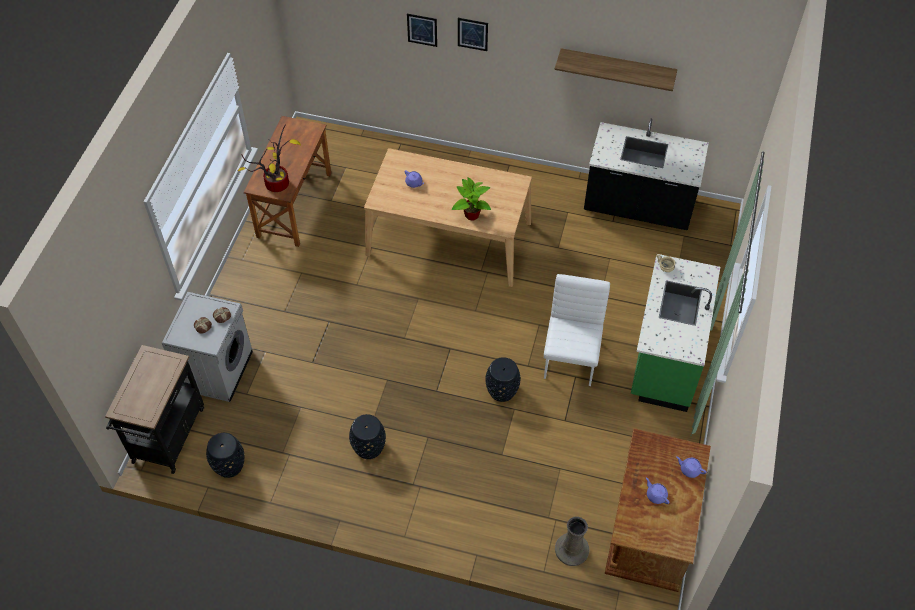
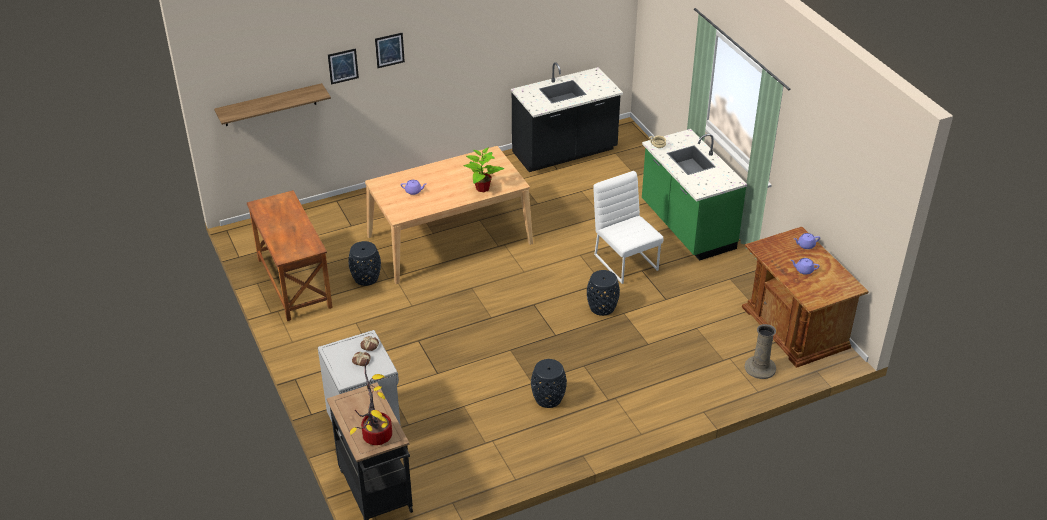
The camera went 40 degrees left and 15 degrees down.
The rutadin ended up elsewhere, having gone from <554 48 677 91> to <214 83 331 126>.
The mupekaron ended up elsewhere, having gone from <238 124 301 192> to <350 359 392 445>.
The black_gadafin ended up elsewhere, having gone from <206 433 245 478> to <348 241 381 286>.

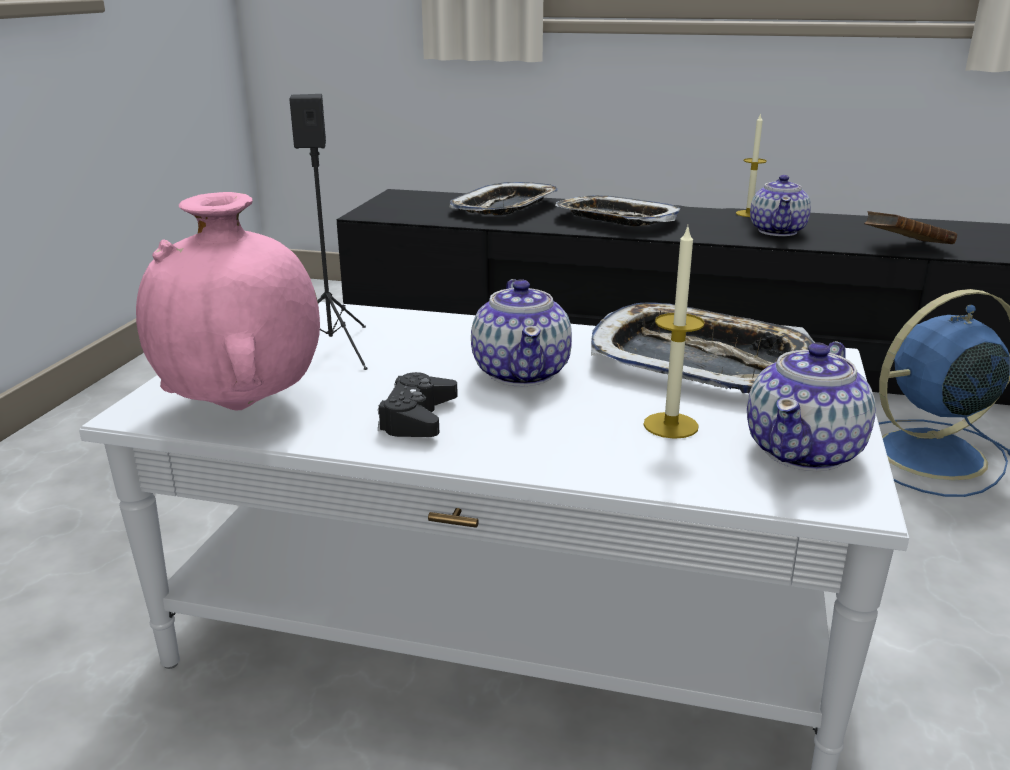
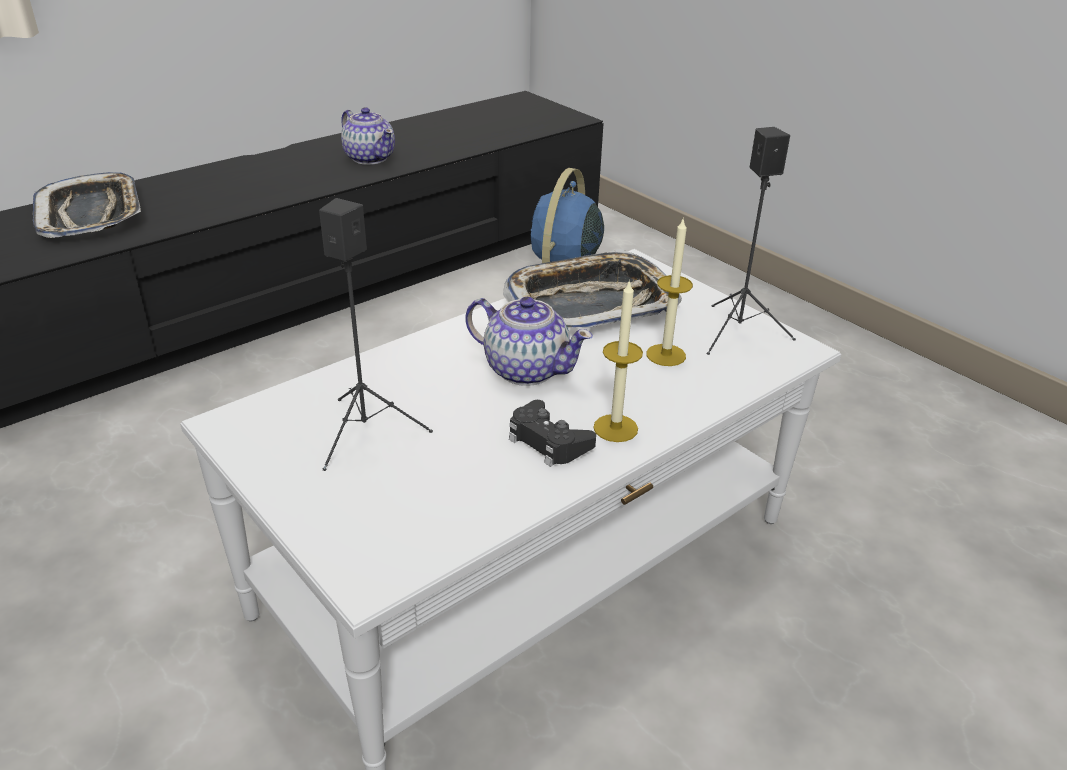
The camera went 55 degrees left and 10 degrees up.
The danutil ended up elsewhere, having gone from <736 113 767 217> to <593 279 643 442>.
The second view lost the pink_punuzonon at <136 192 320 411>.
The second view lost the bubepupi at <555 195 681 226>.
The second view lost the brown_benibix at <864 211 957 244>.
Where the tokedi stood at <747 341 876 471>, the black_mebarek came to stand at <707 127 796 355>.

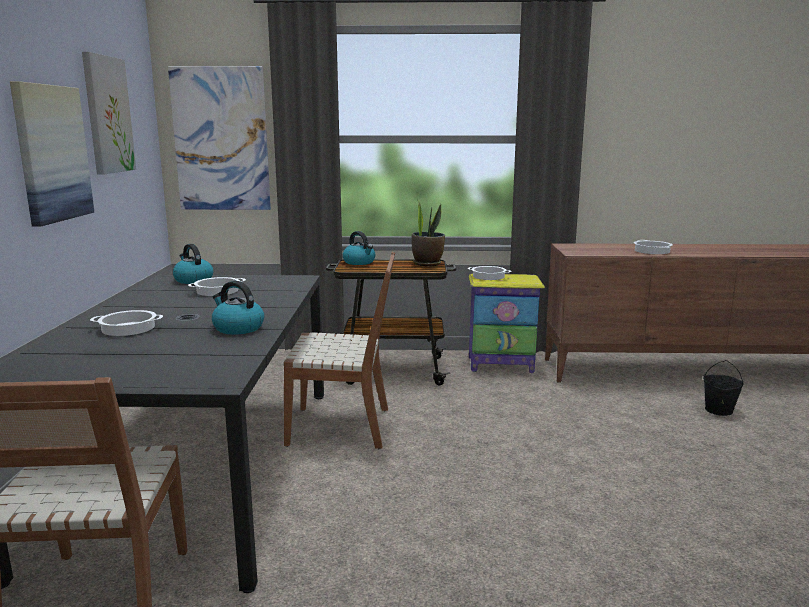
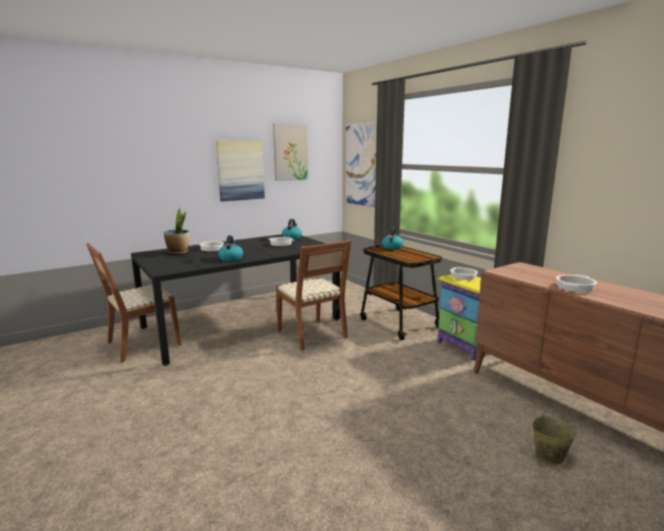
The camera went 55 degrees right and 0 degrees up.
The mupekaron ended up elsewhere, having gone from <412 199 445 266> to <164 207 190 254>.
What was the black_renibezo at <703 360 744 416> turned into the beige_renibezo at <532 407 577 464>.

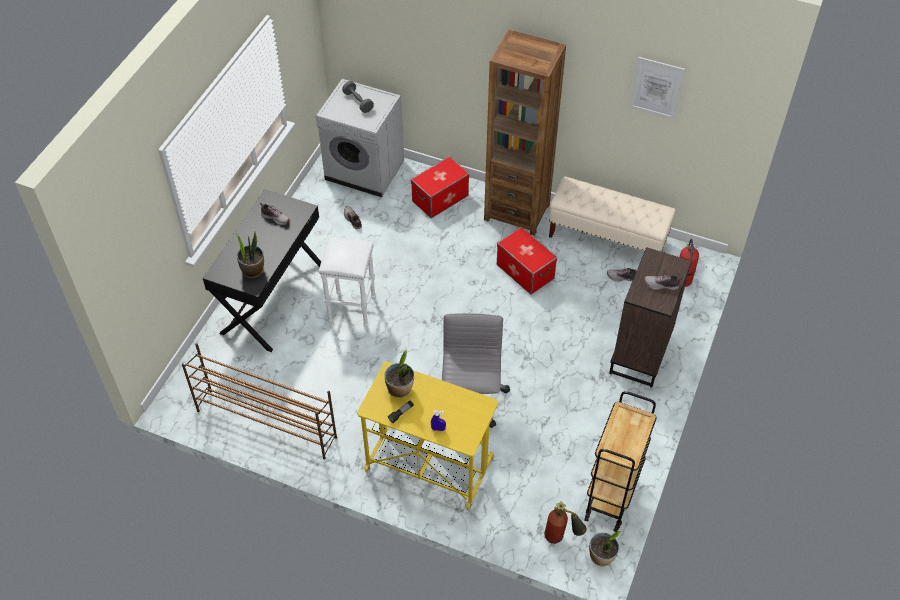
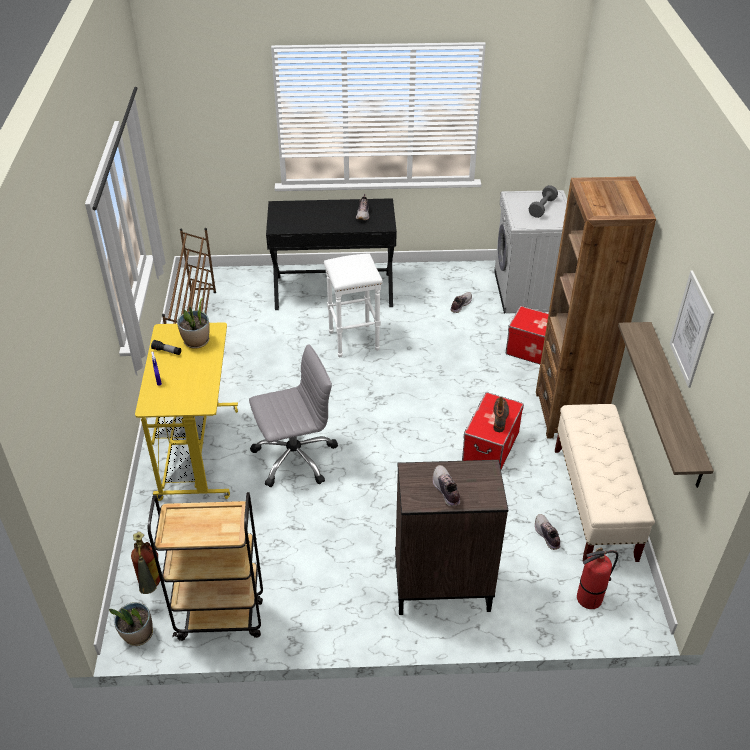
The camera went 65 degrees right and 10 degrees down.
The second view lost the mupekaron at <236 232 264 278>.
The second view gained the rutadin at <618 322 714 488>.
The second view gained the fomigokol at <493 397 509 432>.

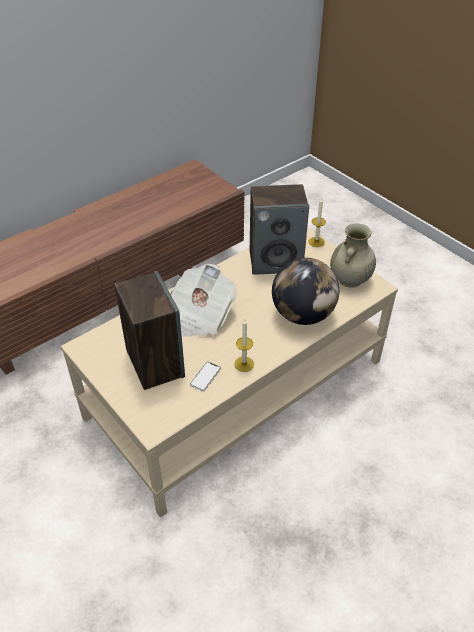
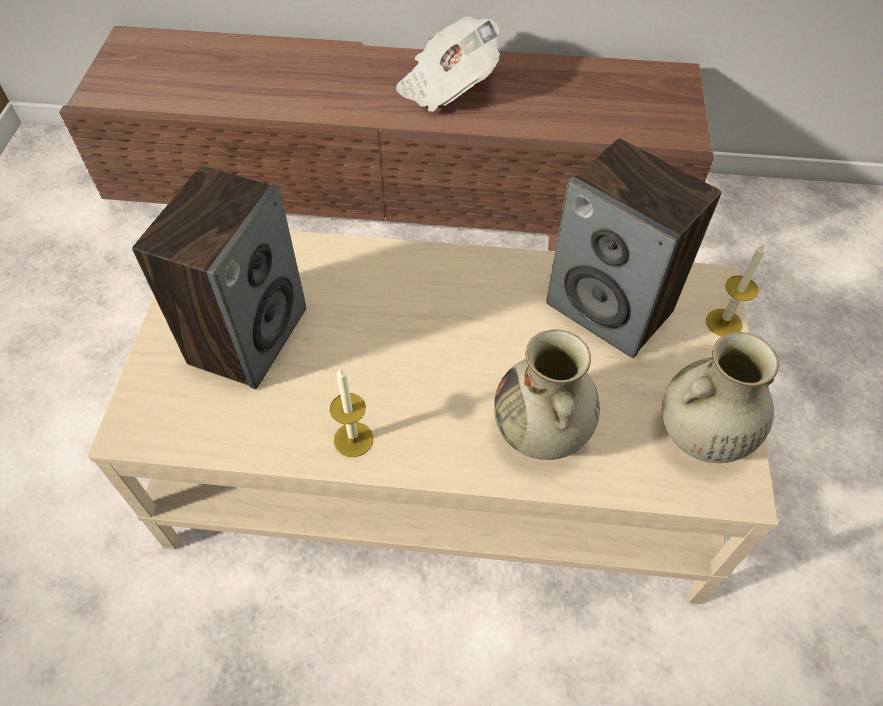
The camera went 45 degrees right and 10 degrees up.
Where the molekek stood at <272 258 339 325>, the beige_punuzonon came to stand at <494 329 600 460>.
The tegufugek ended up elsewhere, having gone from <171 264 236 337> to <396 16 501 112>.
The second view lost the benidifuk at <190 362 221 391>.

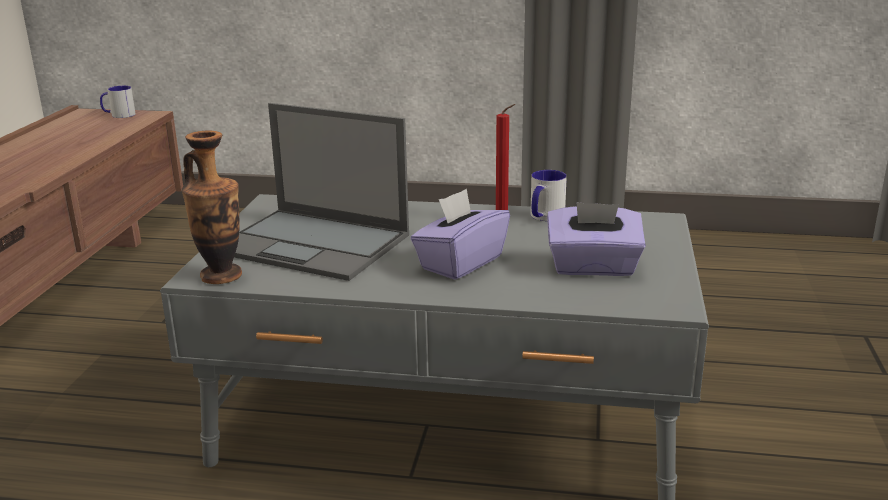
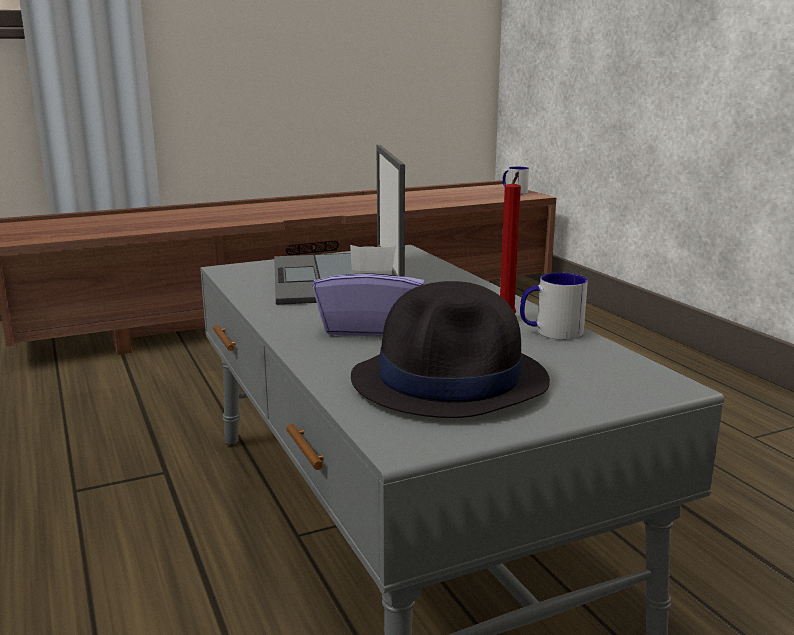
The camera went 55 degrees right and 5 degrees down.
The second view lost the punuzonon at <182 130 242 284>.
Where the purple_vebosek stood at <547 202 646 276>, the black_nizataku came to stand at <351 281 550 418>.

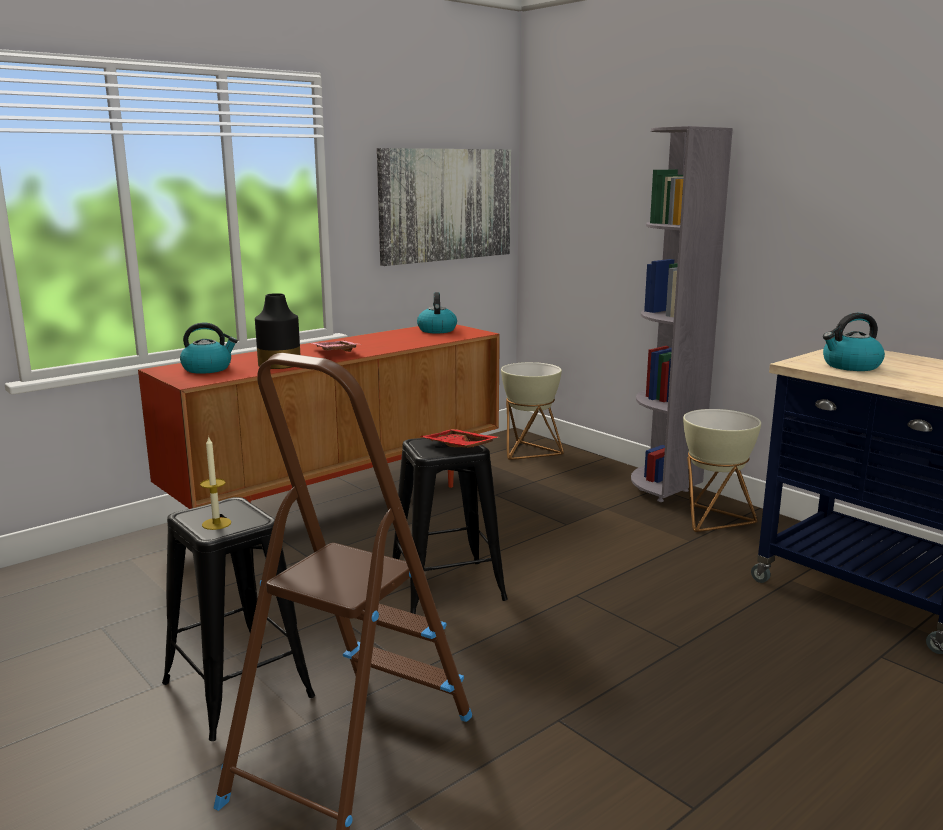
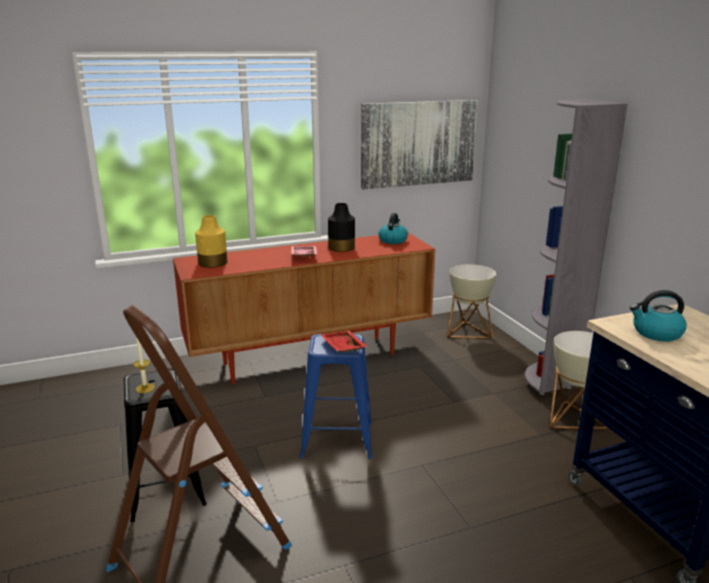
The camera went 20 degrees right and 5 degrees up.
The black_punuzonon ended up elsewhere, having gone from <255 293 300 369> to <328 203 355 252>.
Where the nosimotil stood at <180 323 238 374>, the yellow_punuzonon came to stand at <195 215 228 268>.
What was the black_gadafin at <392 438 508 614> turned into the blue_gadafin at <300 334 372 459>.

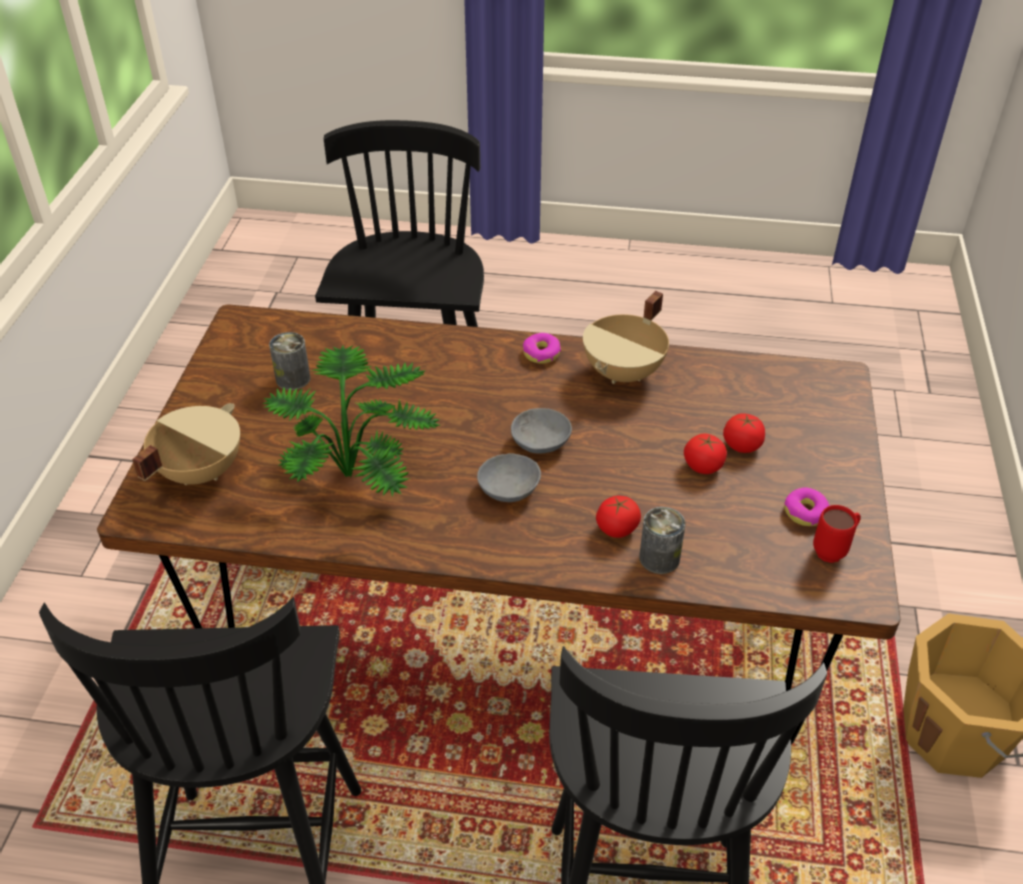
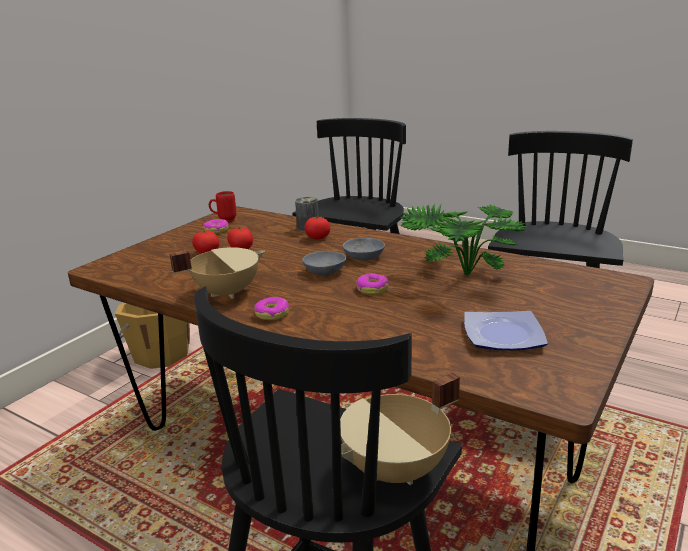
The camera went 155 degrees left and 20 degrees down.
Where the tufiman stood at <269 332 311 390>, the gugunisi came to stand at <464 311 548 350>.
The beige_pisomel ended up elsewhere, having gone from <132 403 240 485> to <340 373 460 485>.
The second view gained the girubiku at <356 273 389 295>.

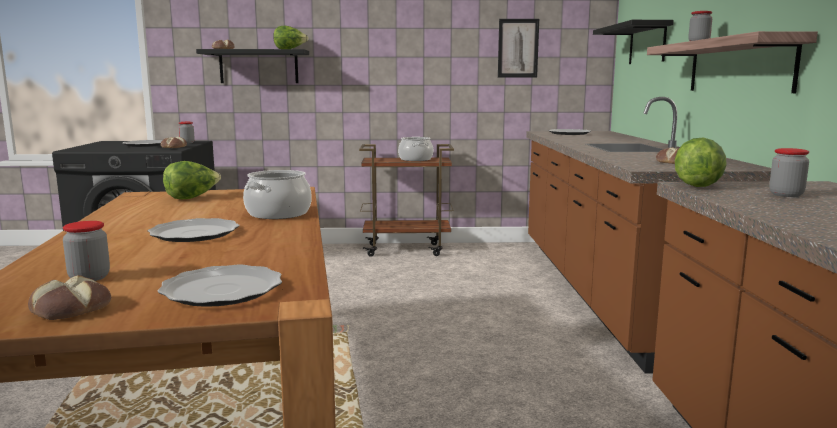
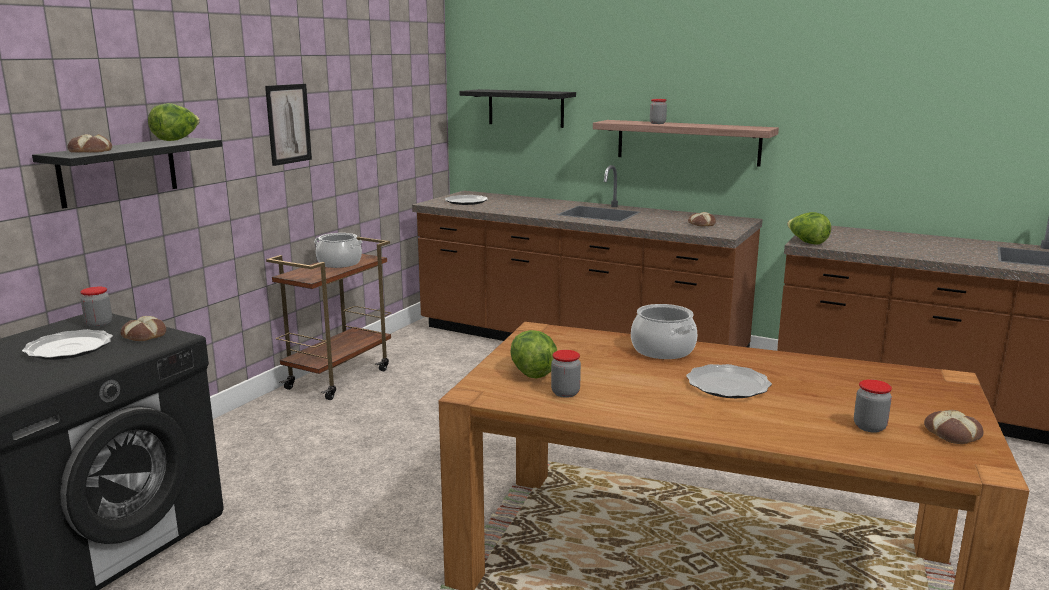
The camera went 60 degrees left and 5 degrees up.
The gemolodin ended up elsewhere, having gone from <498 19 539 77> to <265 84 312 166>.
The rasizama ended up elsewhere, having gone from <769 148 809 197> to <551 350 581 398>.
The second view lost the gugunisi at <158 265 282 307>.

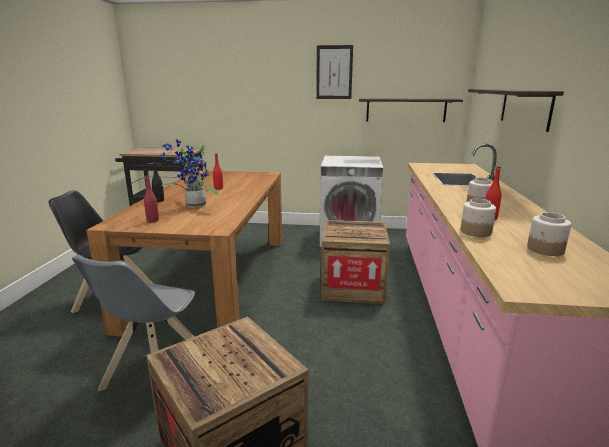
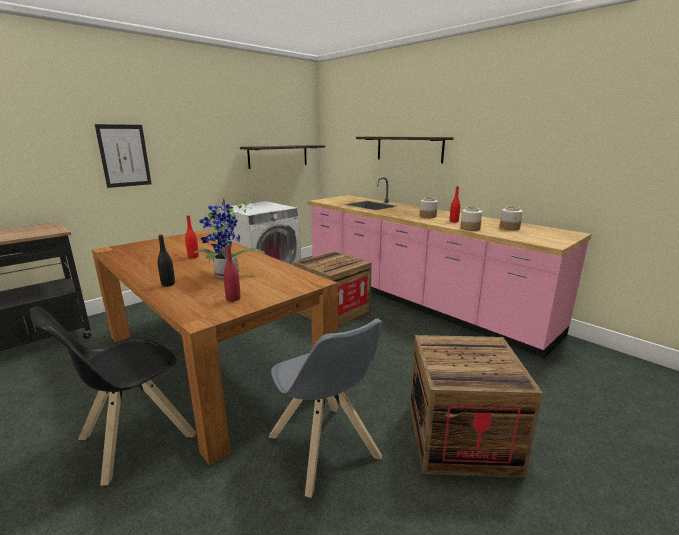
The camera went 50 degrees left and 0 degrees up.
The gemolodin ended up elsewhere, having gone from <316 45 353 99> to <95 124 152 188>.

